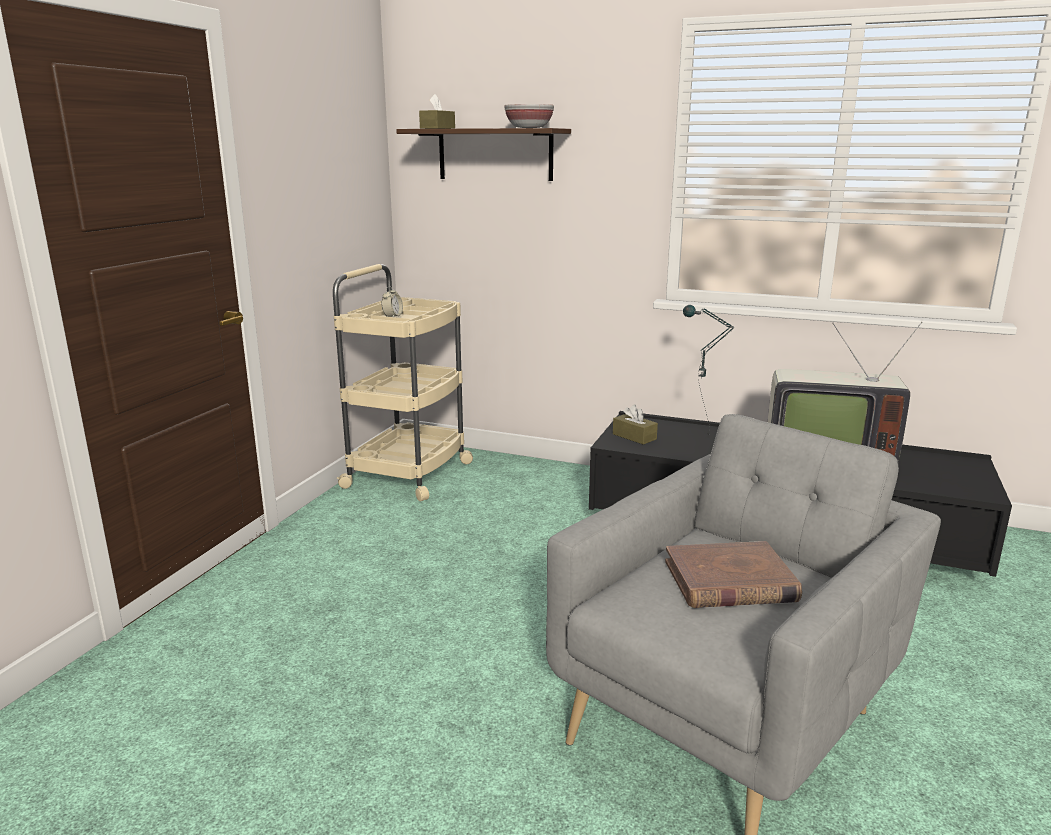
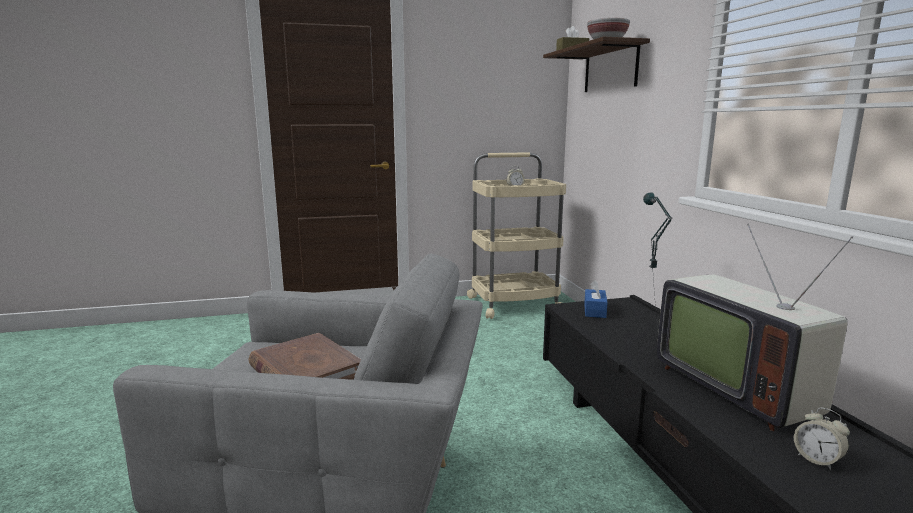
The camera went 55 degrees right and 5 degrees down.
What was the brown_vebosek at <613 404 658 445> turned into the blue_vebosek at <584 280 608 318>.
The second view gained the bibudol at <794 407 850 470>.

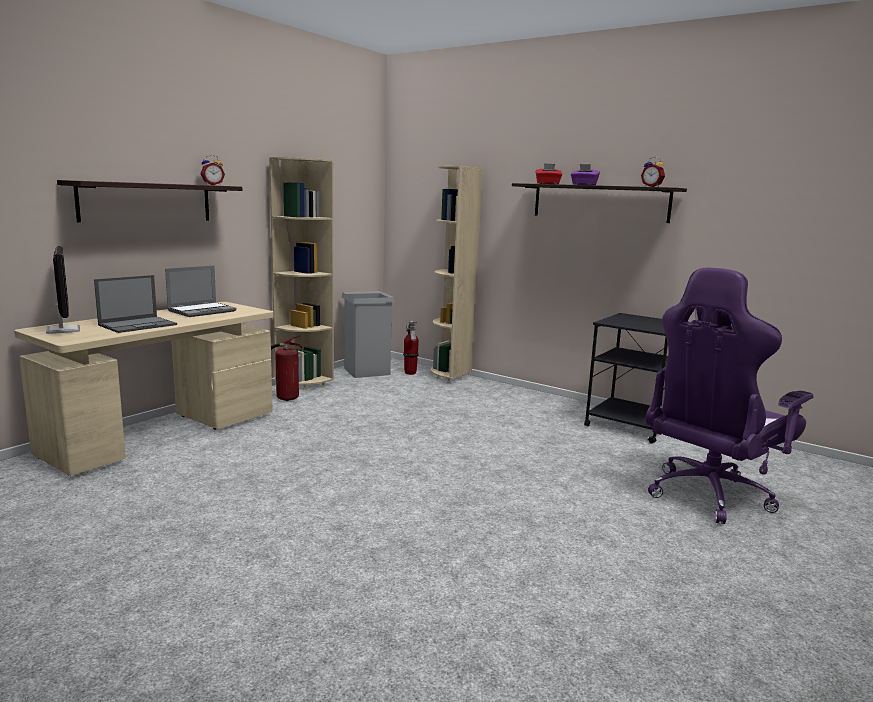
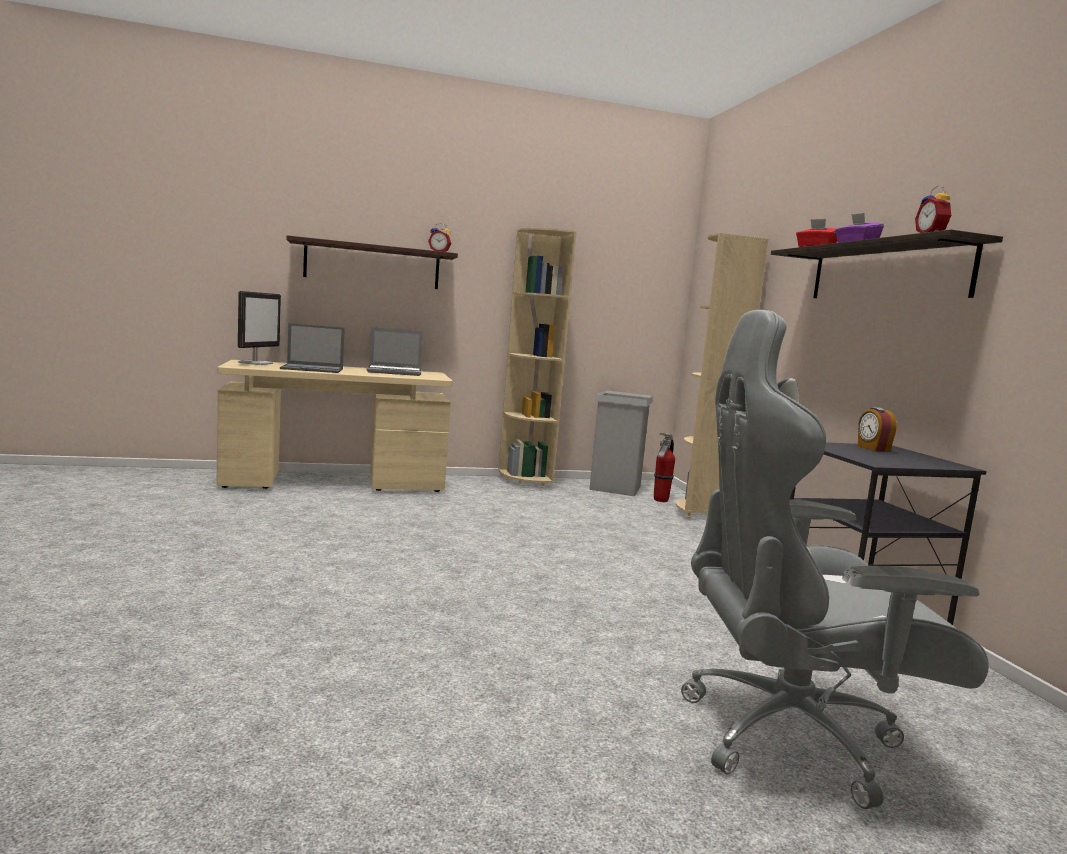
The camera went 40 degrees right and 5 degrees down.
What was the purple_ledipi at <646 268 813 524> turned into the grey_ledipi at <681 310 989 809>.
The second view lost the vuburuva at <271 335 303 401>.
The second view gained the bibudol at <858 407 897 452>.

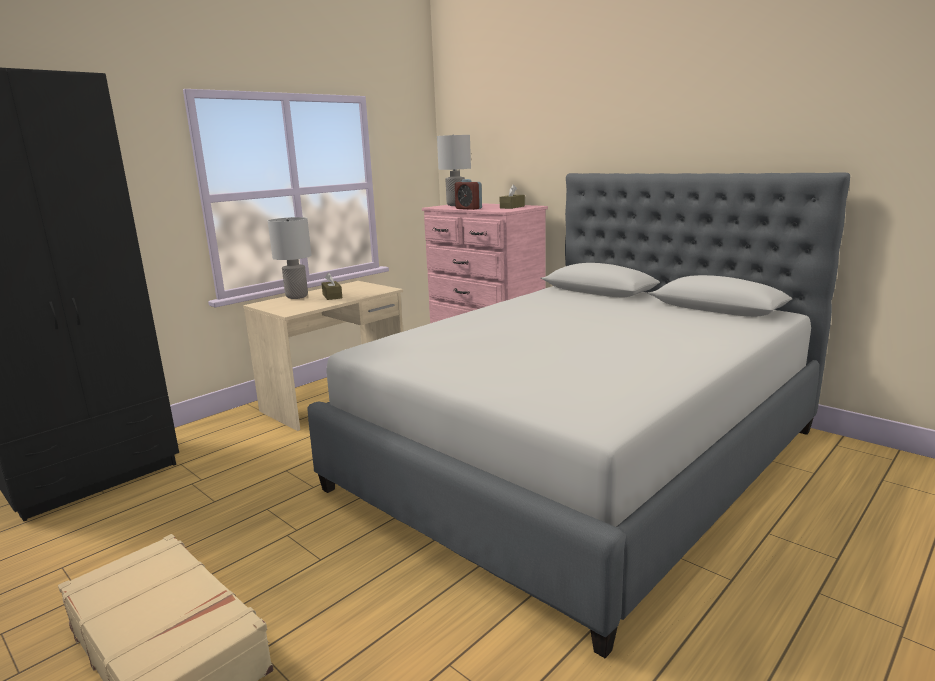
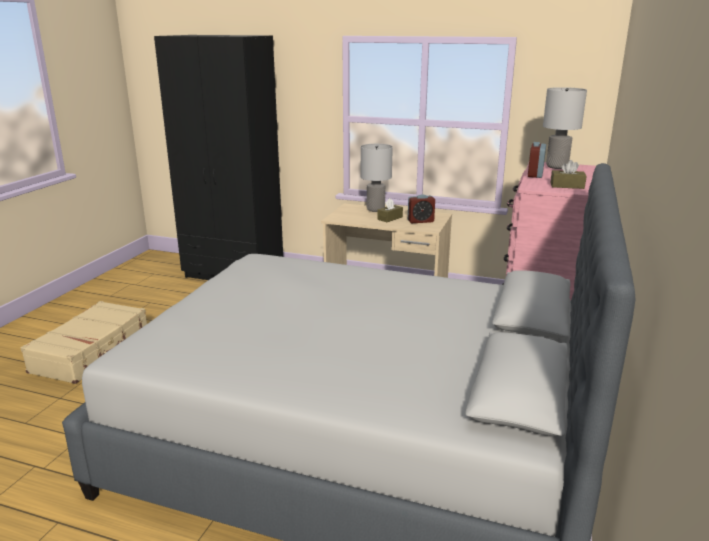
The camera went 65 degrees right and 5 degrees up.
The second view gained the bibudol at <408 194 435 223>.

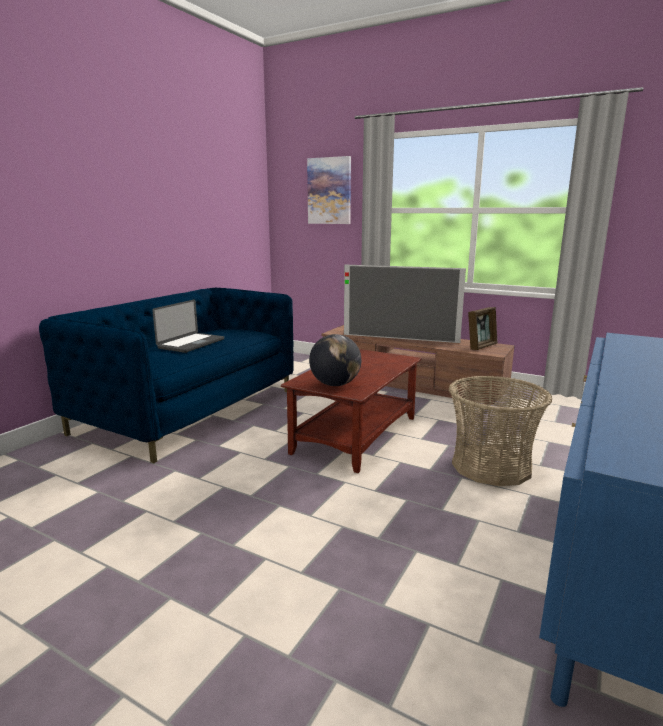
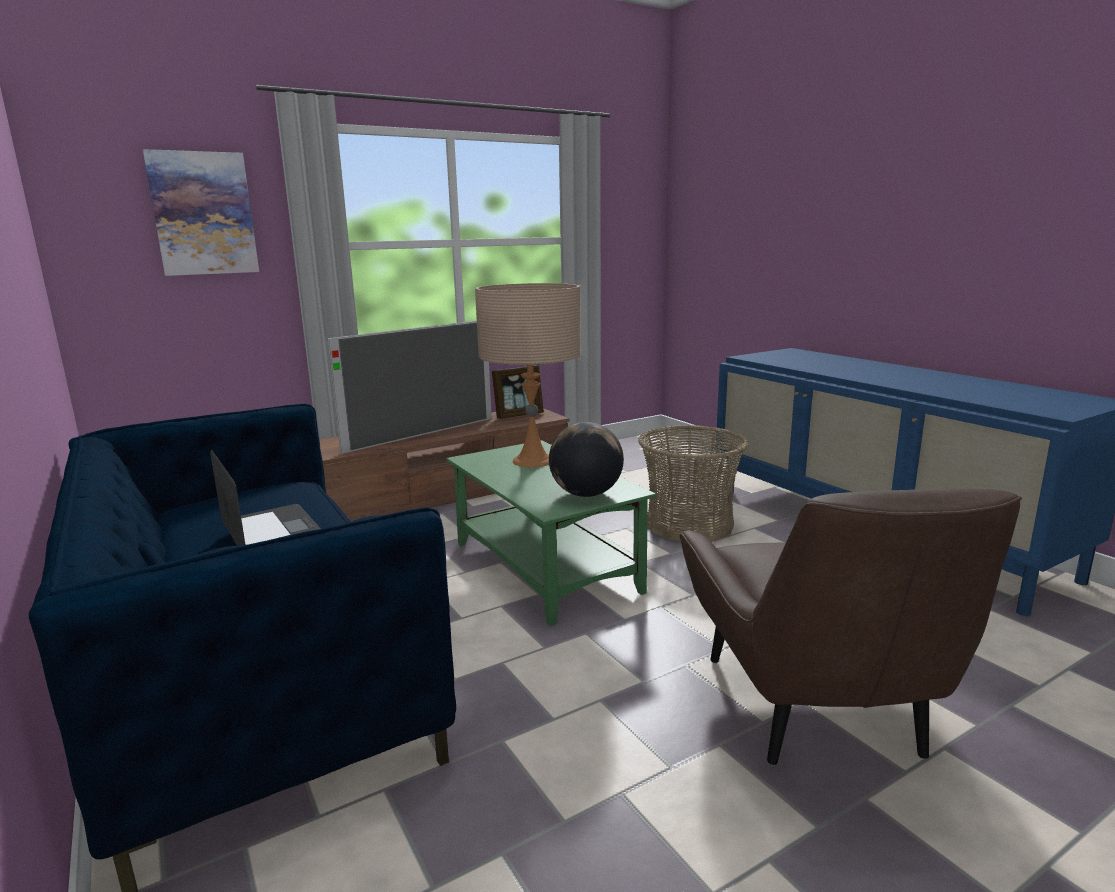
The camera went 60 degrees left and 0 degrees up.
The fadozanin at <468 307 498 350> ended up facing another way, 75 degrees clockwise from before.
What was the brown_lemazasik at <281 349 422 473> turned into the green_lemazasik at <446 440 656 626>.
The second view gained the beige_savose at <475 283 581 468>.
The second view gained the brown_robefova at <679 489 1022 766>.

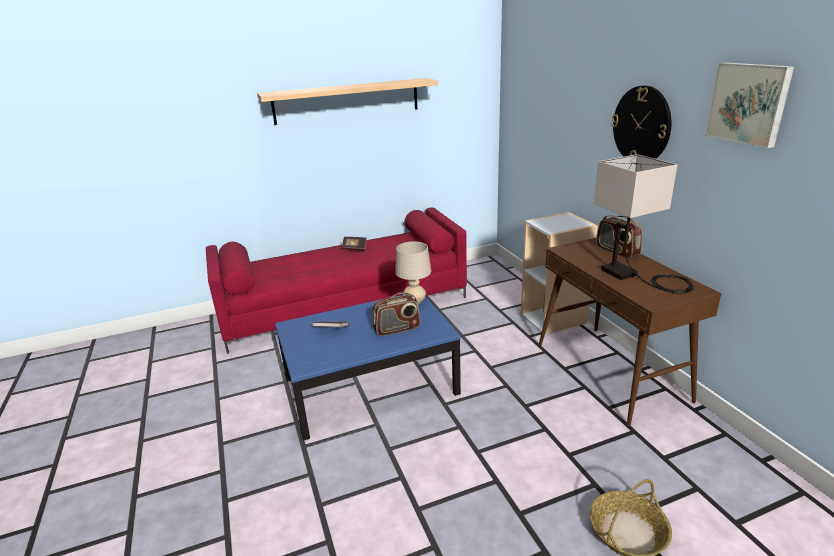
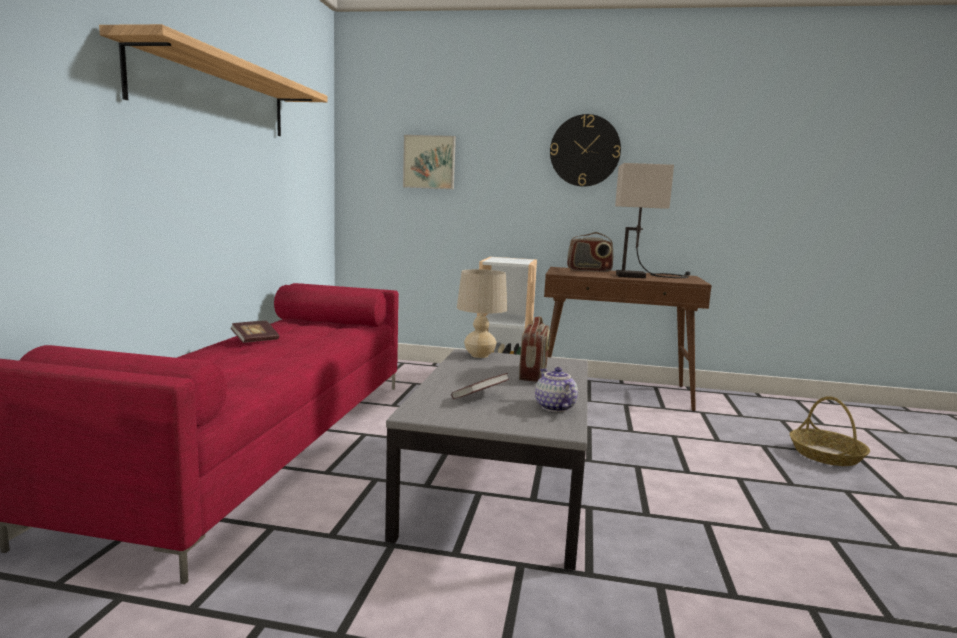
The camera went 60 degrees left and 15 degrees down.
The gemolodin ended up elsewhere, having gone from <705 62 794 148> to <403 135 456 189>.
What was the blue_lemazasik at <275 295 461 441> turned into the grey_lemazasik at <385 349 588 570>.
The second view gained the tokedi at <535 367 578 412>.

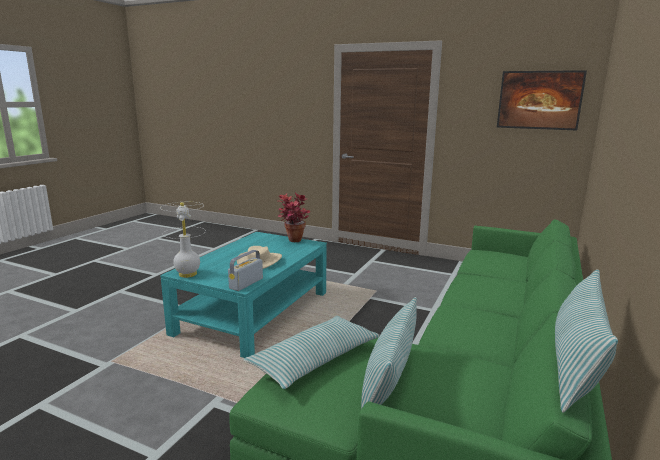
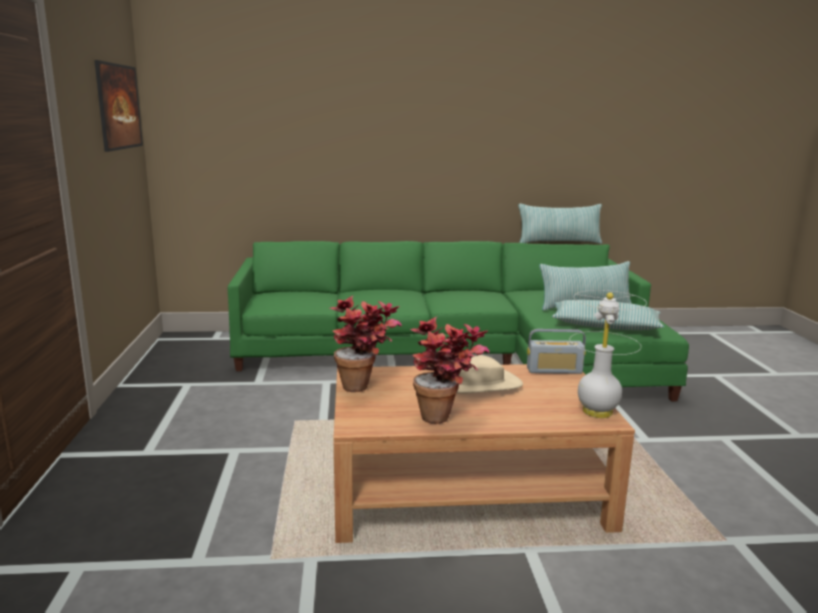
The camera went 120 degrees left and 0 degrees up.
What was the turquoise_lemazasik at <160 232 327 358> turned into the brown_lemazasik at <333 364 635 543>.
The second view gained the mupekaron at <410 317 490 424>.

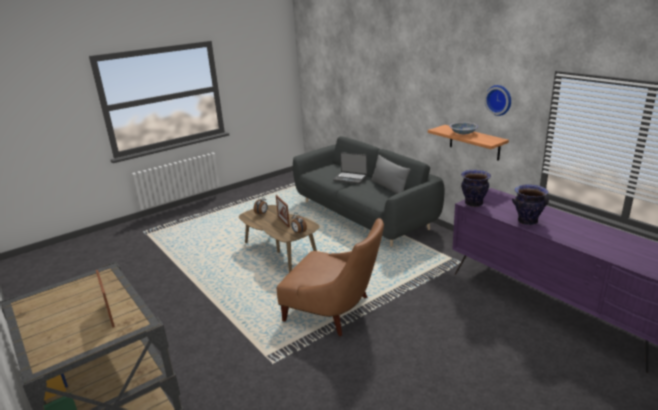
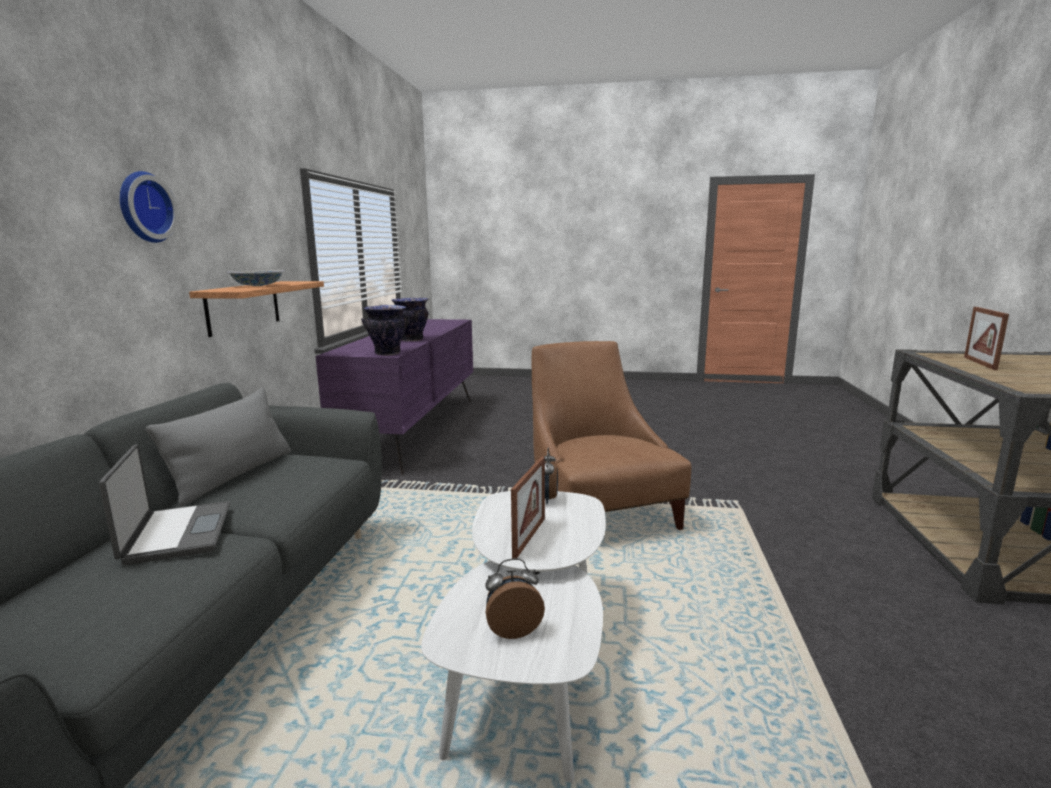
The camera went 135 degrees left and 10 degrees down.
The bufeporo ended up elsewhere, having gone from <484 85 511 116> to <120 171 178 243>.
What was the brown_lemazasik at <239 205 319 273> turned into the white_lemazasik at <421 491 606 782>.

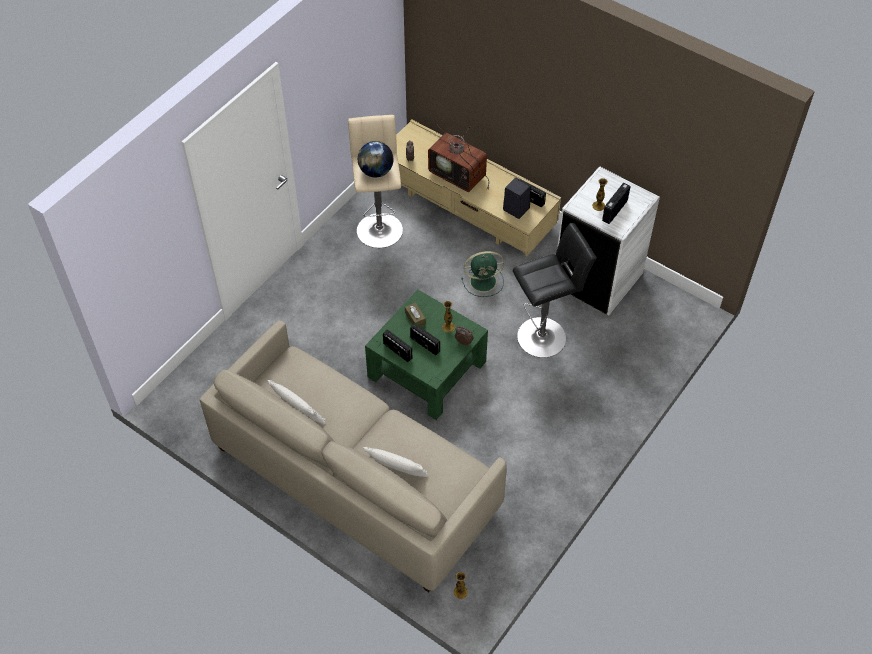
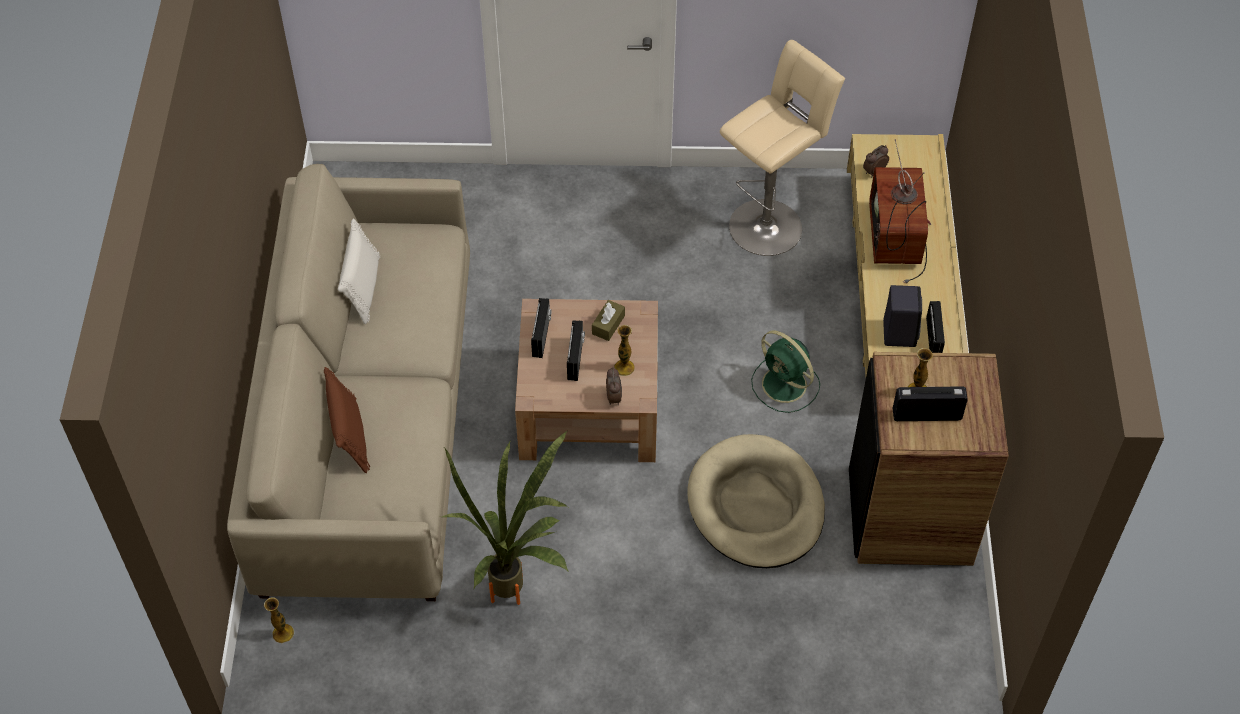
The camera went 55 degrees right and 0 degrees up.
The second view lost the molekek at <358 141 393 177>.
What was the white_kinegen at <557 166 660 316> turned into the brown_kinegen at <849 352 1009 566>.
Where the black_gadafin stood at <513 223 597 358>, the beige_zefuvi came to stand at <687 434 825 568>.
What was the green_lemazasik at <365 289 488 420> turned into the brown_lemazasik at <515 299 658 462>.
What was the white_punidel at <363 447 428 477> turned into the brown_punidel at <324 367 370 473>.
The second view gained the mupekaron at <442 430 569 605>.

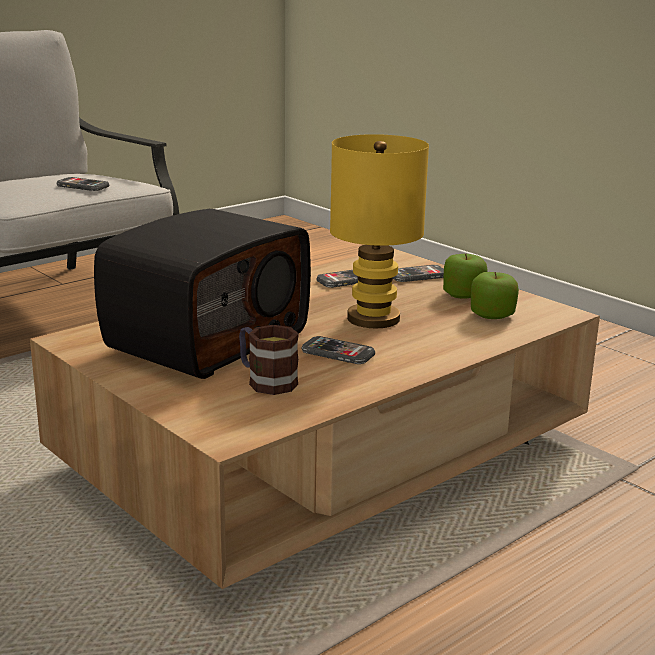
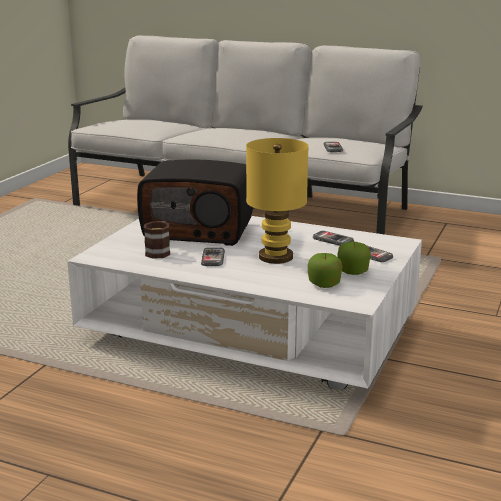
The camera went 65 degrees right and 0 degrees up.
What was the brown_lemazasik at <30 249 600 589> turned into the white_lemazasik at <67 216 422 390>.

